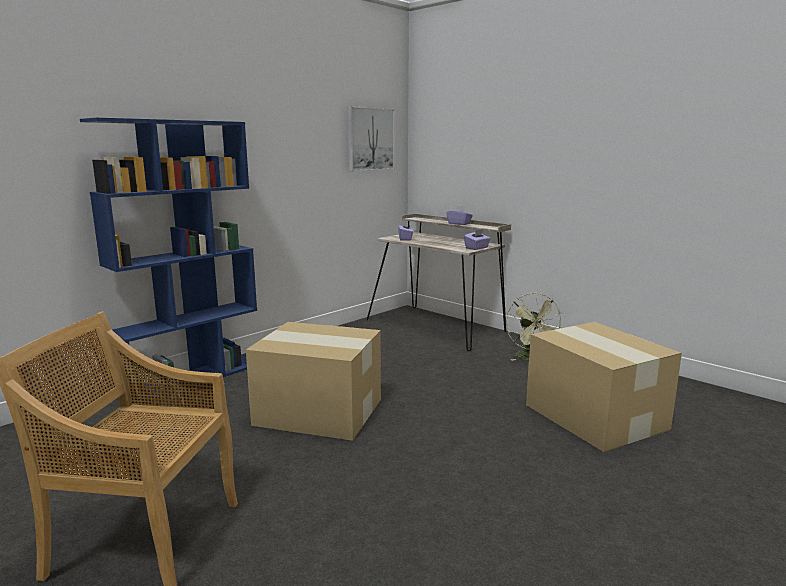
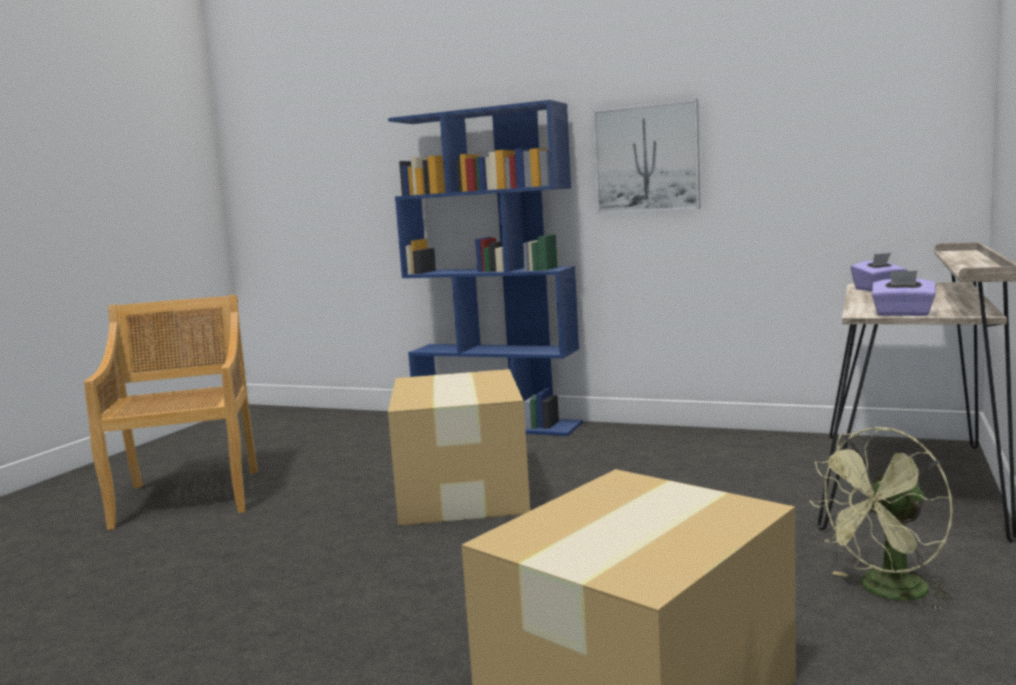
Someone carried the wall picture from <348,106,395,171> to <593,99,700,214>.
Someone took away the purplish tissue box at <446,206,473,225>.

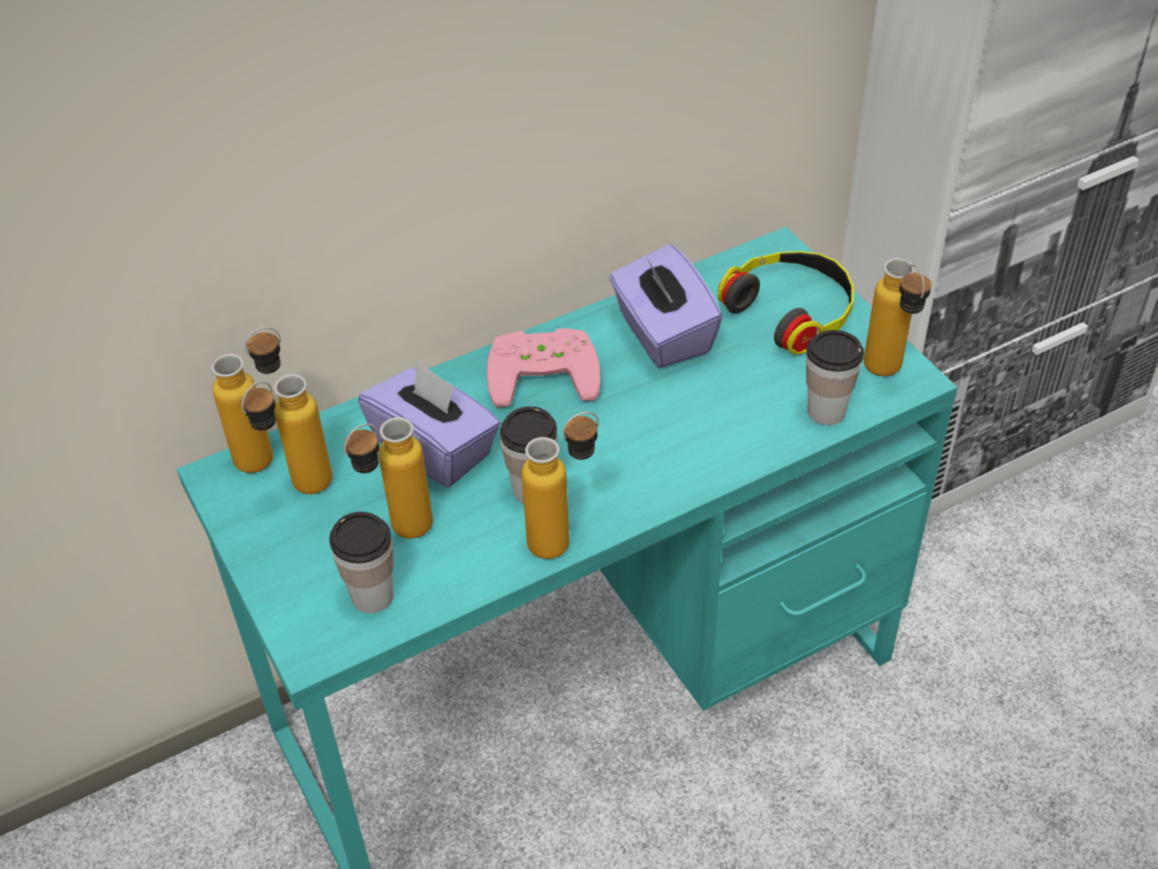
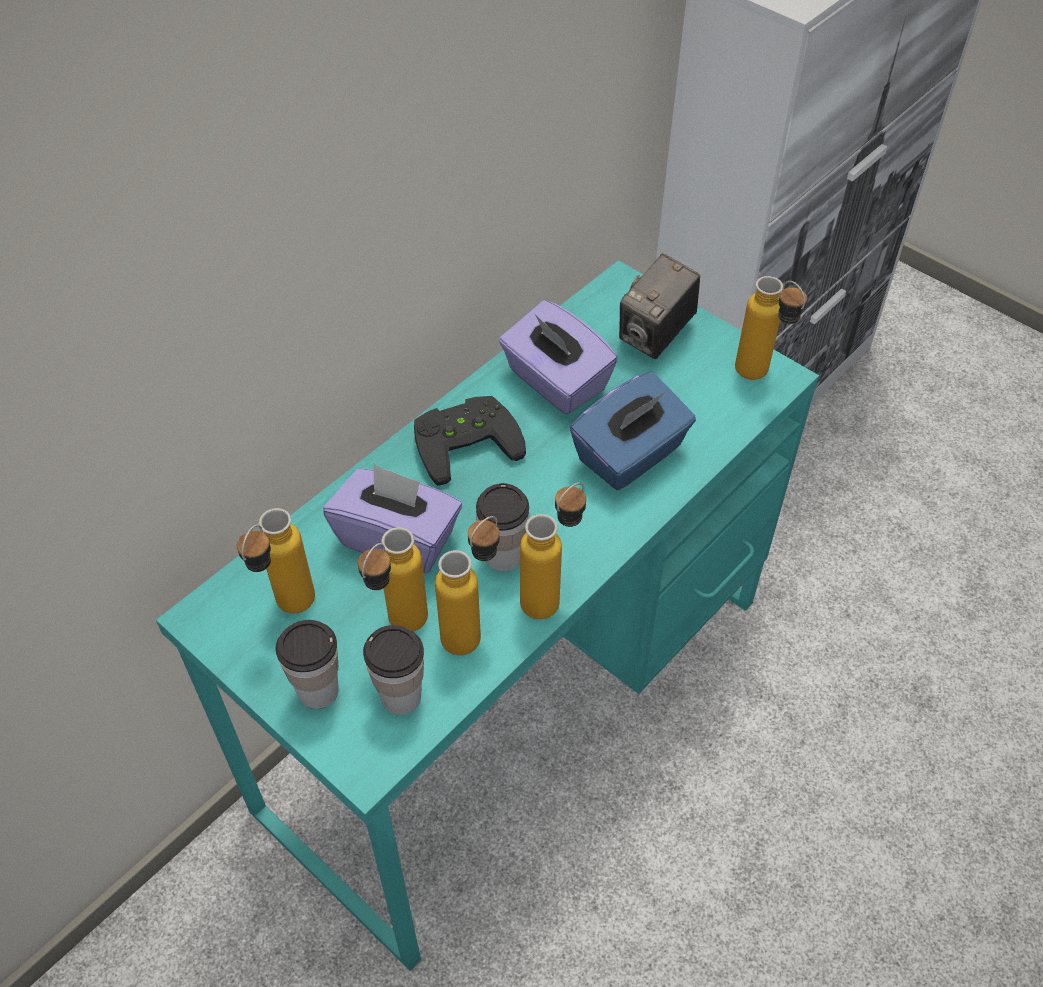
Someone carried the bottle from <211,327,281,473> to <435,516,500,655>.
Someone repainted the pinkish game controller at <487,328,601,407>, which became the black-coloured game controller at <414,396,526,486>.
Someone swapped the headphones at <718,251,854,355> for the photo camera at <619,253,700,359>.
Someone carried the small cup from <806,330,864,425> to <275,620,339,709>.
Someone put down the blue-coloured tissue box at <570,371,696,490>.

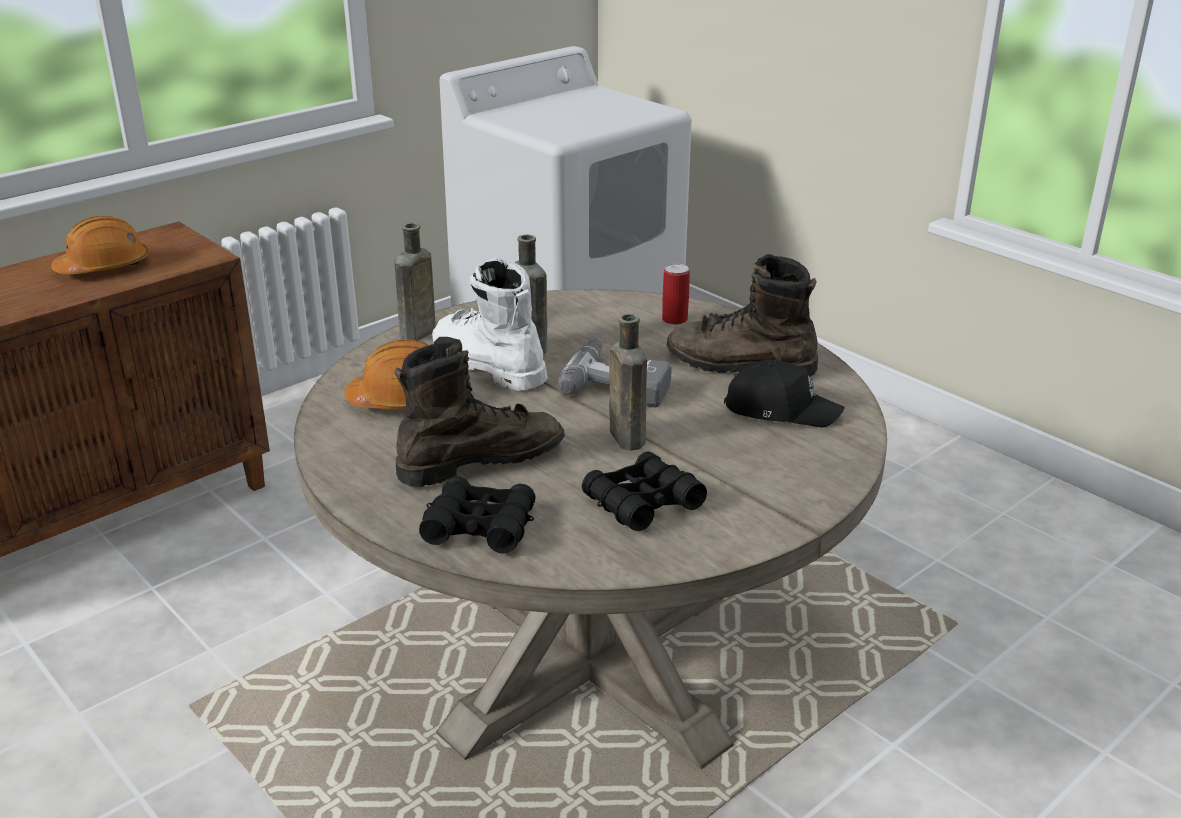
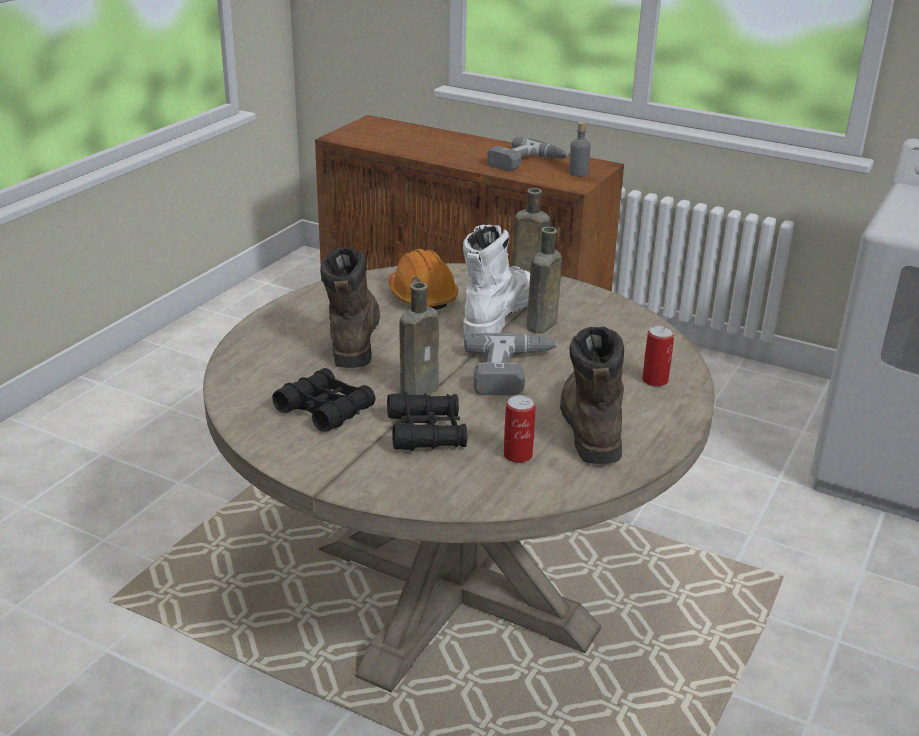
Someone swapped the orange hard hat at <51,216,149,274> for the power drill at <487,137,569,171>.
Someone rotated the brown-coloured tall boot at <395,337,565,487> by 135 degrees counterclockwise.
Someone carried the black-coloured pair of binoculars from <419,476,536,554> to <387,392,467,451>.
Someone swapped the black-coloured peaked cap at <724,359,845,427> for the metal can at <504,395,536,463>.
Someone put down the greyish bottle at <569,122,590,177>.

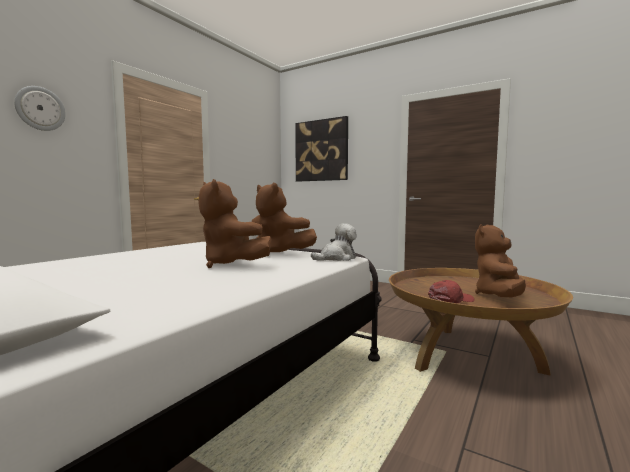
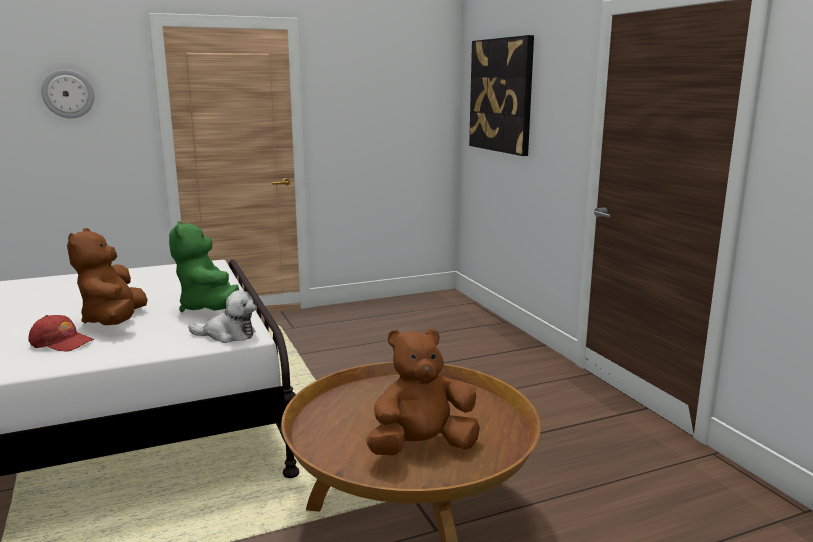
Someone repainted the brown-coloured cuddly toy at <252,183,317,256>, which became the green-coloured cuddly toy at <169,221,239,312>.
Someone carried the red-coloured peaked cap from <428,280,474,303> to <28,315,94,352>.

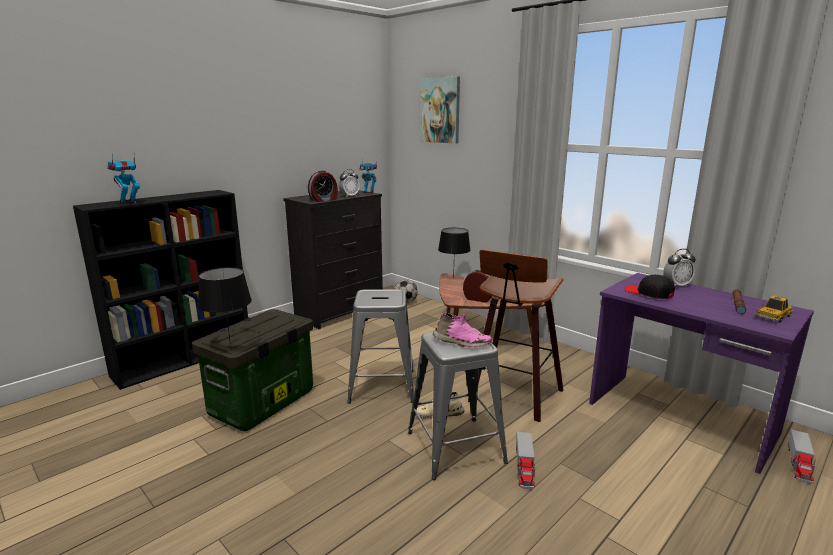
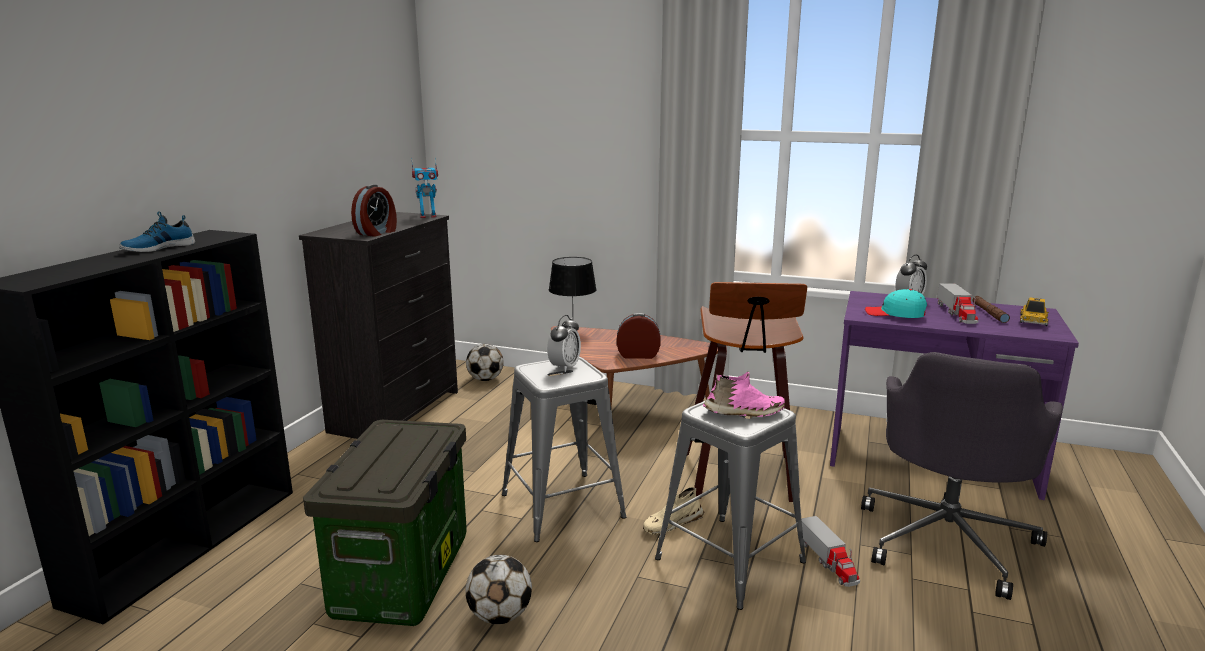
Someone took away the robot figure at <107,152,140,204>.
Someone took away the black-coloured tabletop lamp at <198,267,252,345>.
Someone carried the bedside clock from <339,169,360,198> to <547,315,581,372>.
Someone took away the wall picture at <420,76,460,144>.
Someone repainted the black-coloured peaked cap at <625,275,675,299>, which became the turquoise peaked cap at <865,289,927,318>.
Someone carried the model truck from <788,429,816,484> to <937,283,979,324>.
Someone put down the low shoe at <119,211,195,252>.
Someone put down the football at <465,555,532,624>.
Someone put down the greyish office chair at <861,352,1063,600>.

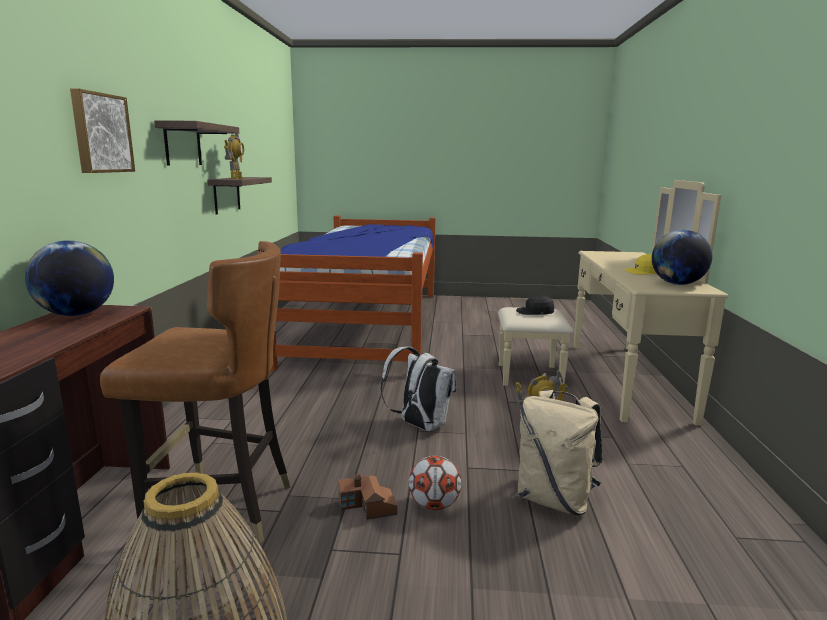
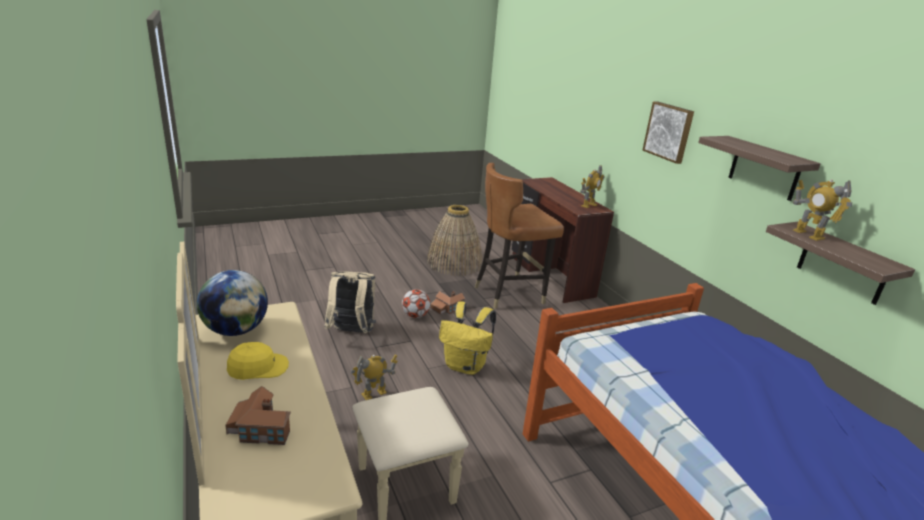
Someone swapped the desk globe at <25,240,114,316> for the robot figure at <580,165,604,208>.
Someone repainted the white-coloured rucksack at <381,347,457,431>, which became the yellow rucksack at <439,301,496,375>.
Someone took away the black-coloured peaked cap at <516,295,554,315>.
Someone put down the model house at <225,386,291,445>.

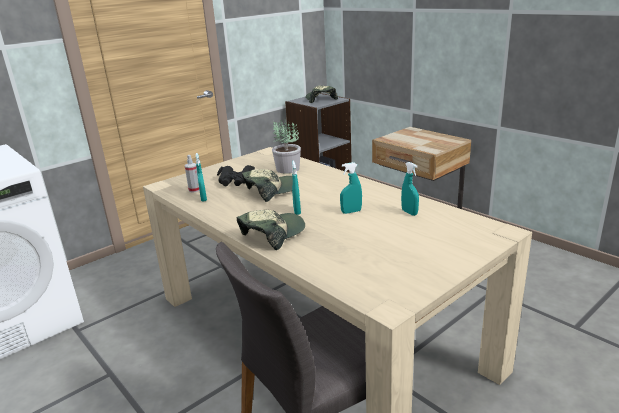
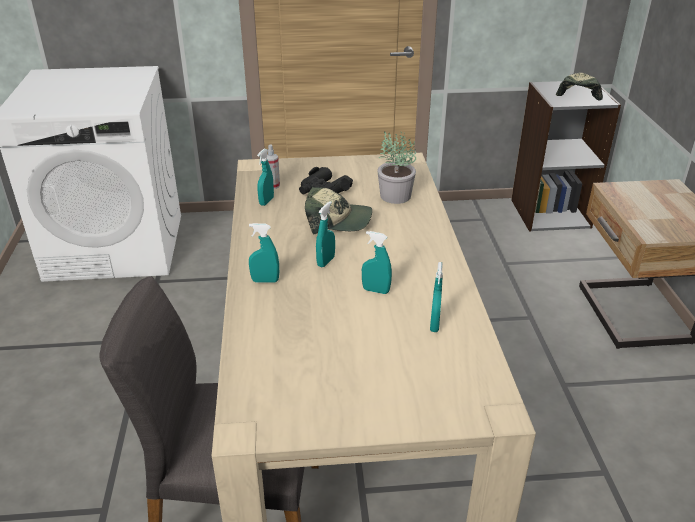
Someone swapped the peaked cap at <237,210,305,250> for the turquoise spray bottle at <249,223,279,283>.

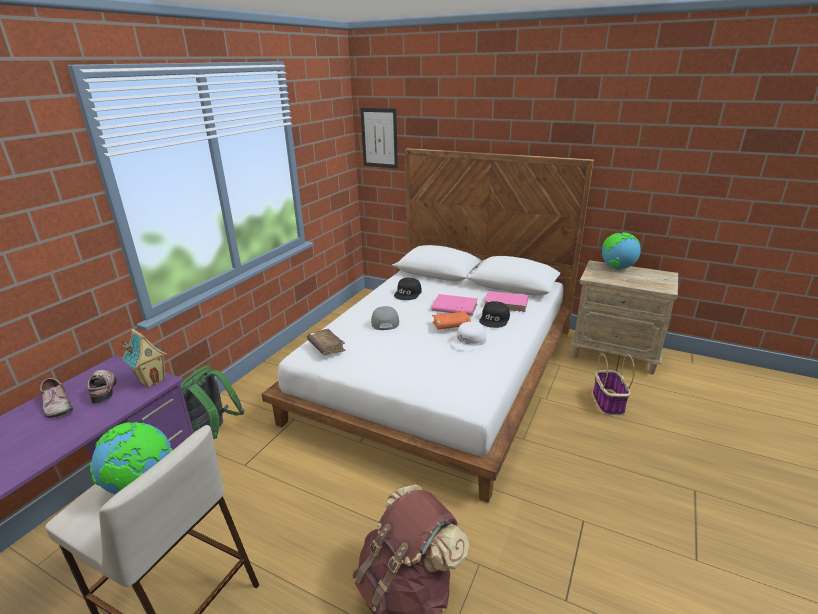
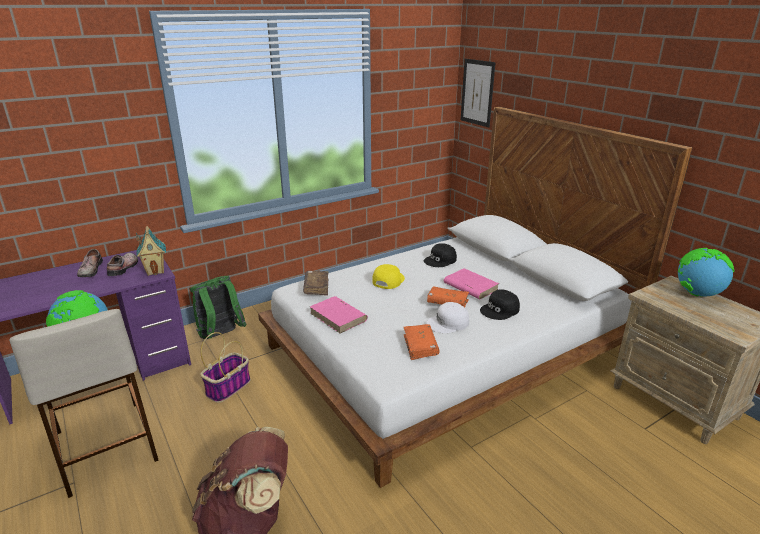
Someone repainted the greyish peaked cap at <371,306,399,330>, which became the yellow peaked cap at <372,264,405,289>.
Someone carried the pinkish book from <484,291,528,312> to <310,296,368,333>.
Someone carried the basket from <593,354,635,415> to <201,332,250,403>.
Someone put down the orange book at <403,324,440,360>.

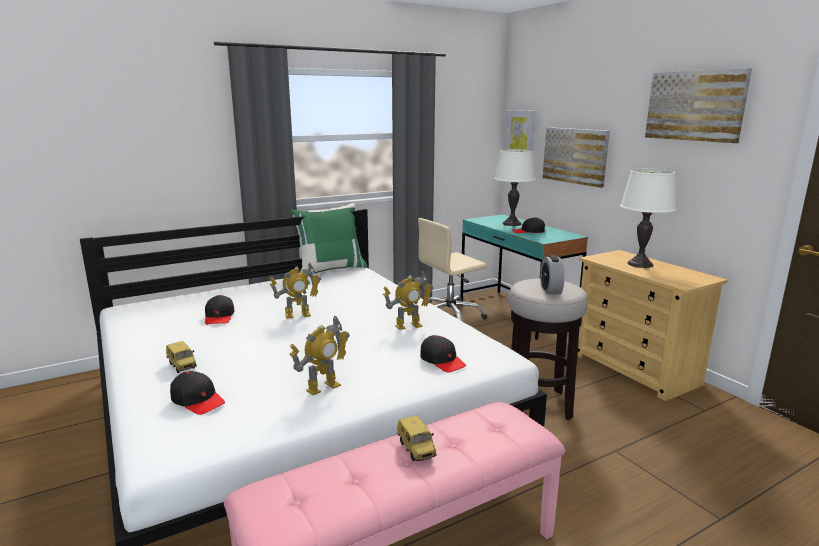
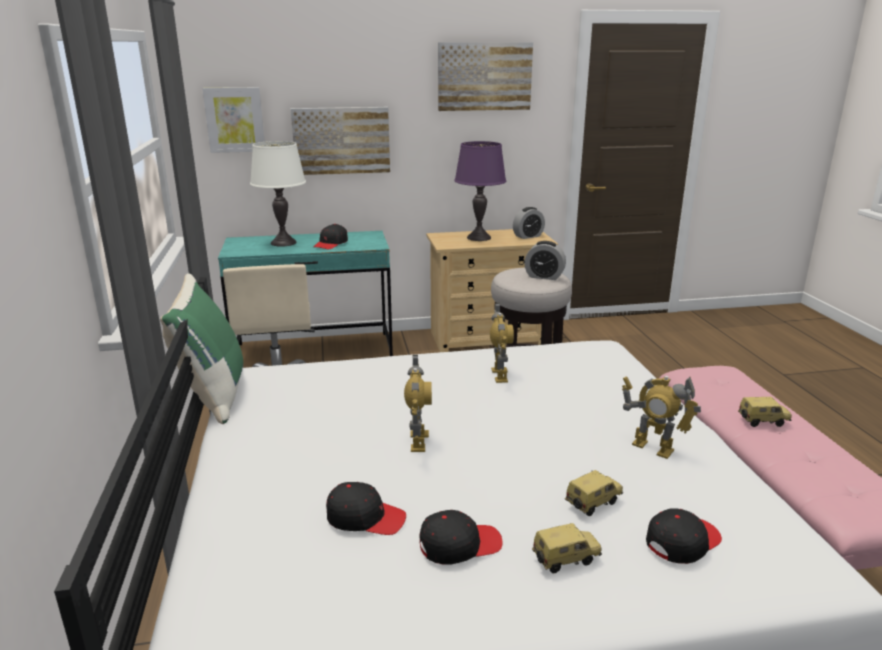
Someone rotated the robot figure at <290,316,350,395> by 150 degrees clockwise.
Someone carried the black-coloured peaked cap from <420,335,466,373> to <419,510,502,565>.
Someone repainted the white-coloured tabletop lamp at <620,169,677,268>, which became the purplish tabletop lamp at <454,141,506,241>.
Someone put down the bedside clock at <513,207,545,239>.
Someone put down the model car at <565,470,623,516>.

